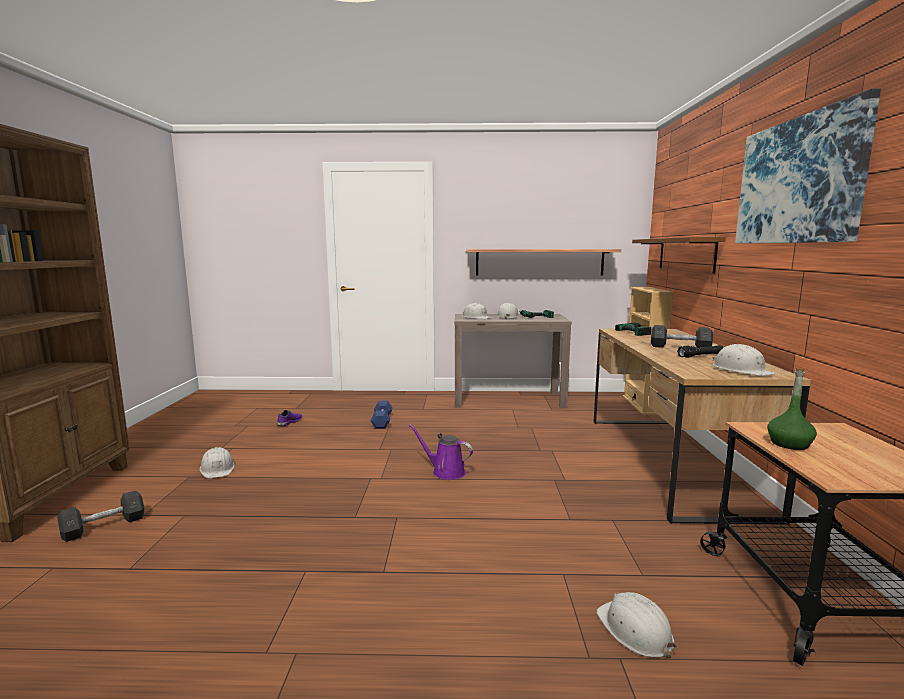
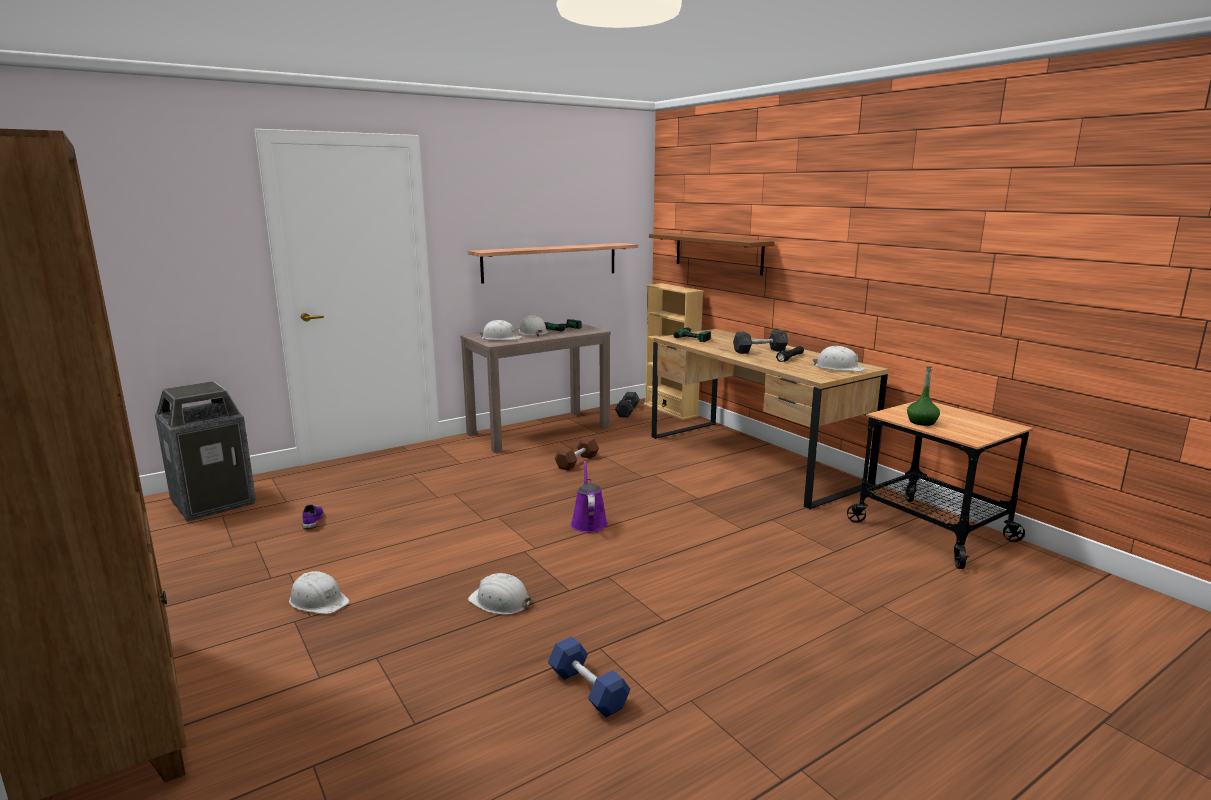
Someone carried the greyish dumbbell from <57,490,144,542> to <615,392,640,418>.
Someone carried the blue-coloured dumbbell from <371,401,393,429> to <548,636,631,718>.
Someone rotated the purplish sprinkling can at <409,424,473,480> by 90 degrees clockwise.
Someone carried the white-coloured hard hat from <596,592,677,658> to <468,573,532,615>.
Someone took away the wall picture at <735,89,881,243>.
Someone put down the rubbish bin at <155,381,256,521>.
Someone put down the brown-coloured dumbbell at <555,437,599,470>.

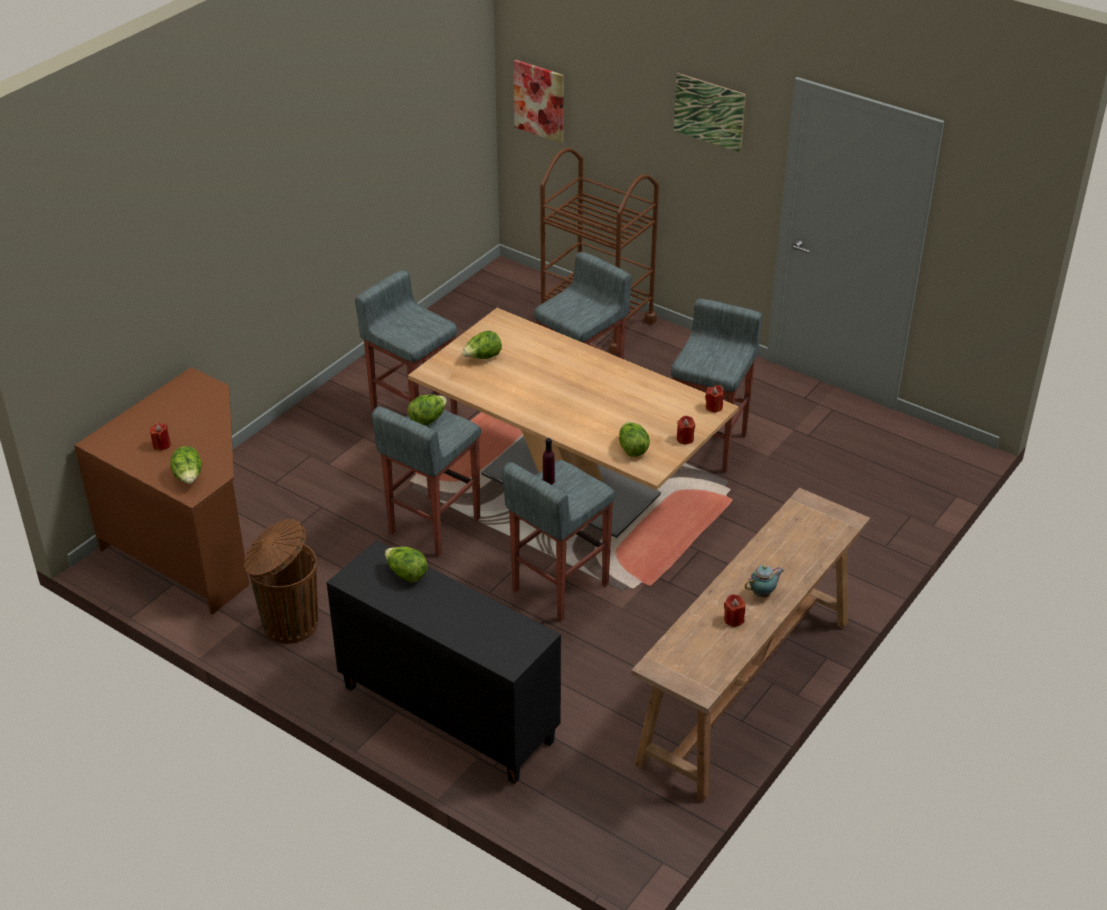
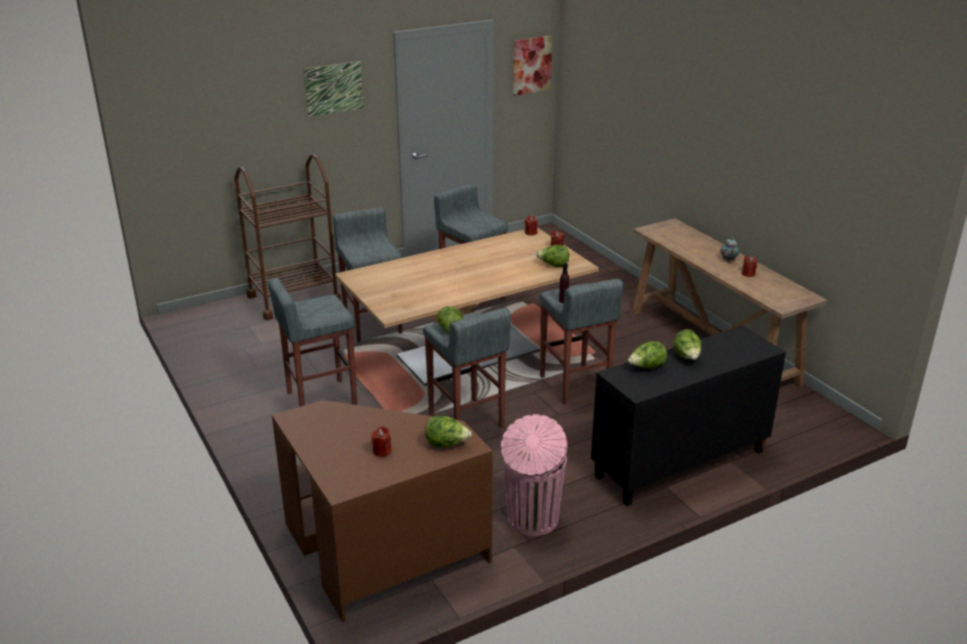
Someone repainted the brown-coloured rubbish bin at <244,519,318,644>, which became the pinkish rubbish bin at <501,414,568,536>.
Someone carried the lettuce from <462,331,502,359> to <673,329,702,360>.
Someone carried the wall picture from <513,60,564,143> to <513,36,552,96>.

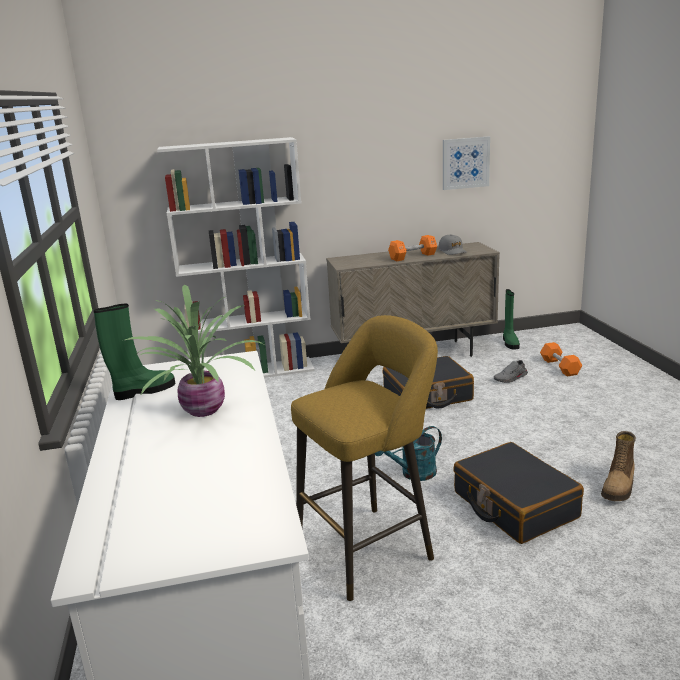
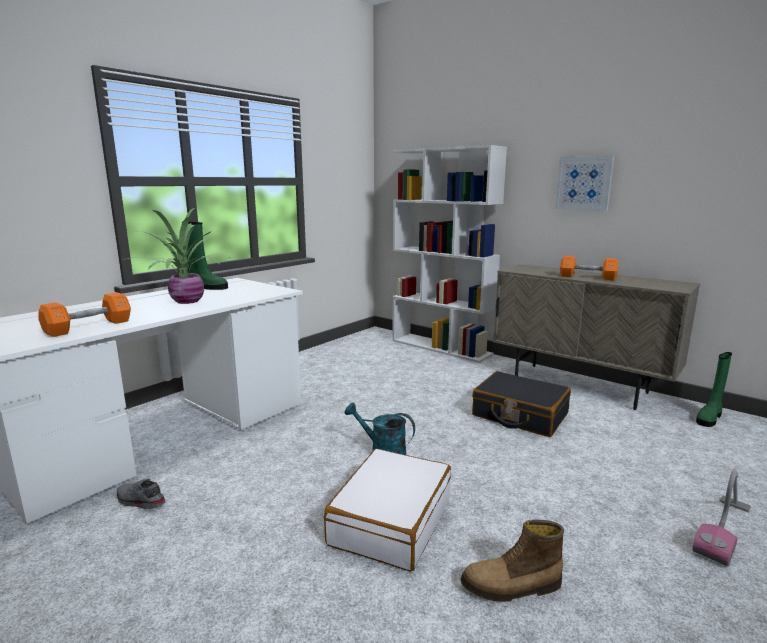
Someone took away the yellow stool seat at <291,315,438,601>.
Someone took away the greyish peaked cap at <438,234,467,255>.
Someone carried the wall picture from <443,136,490,190> to <555,156,614,211>.
Someone repainted the black-coloured suitcase at <453,442,584,544>, which became the white-coloured suitcase at <324,449,451,572>.
Someone carried the greyish low shoe from <494,360,528,383> to <117,479,166,509>.
Someone carried the orange dumbbell from <540,342,583,376> to <38,292,131,337>.
Someone put down the vacuum at <692,470,751,566>.

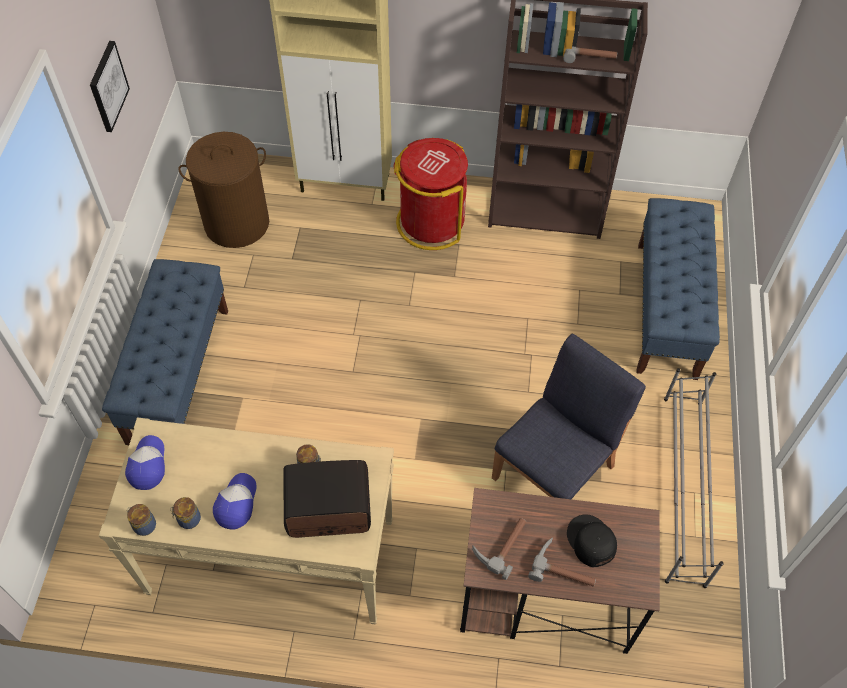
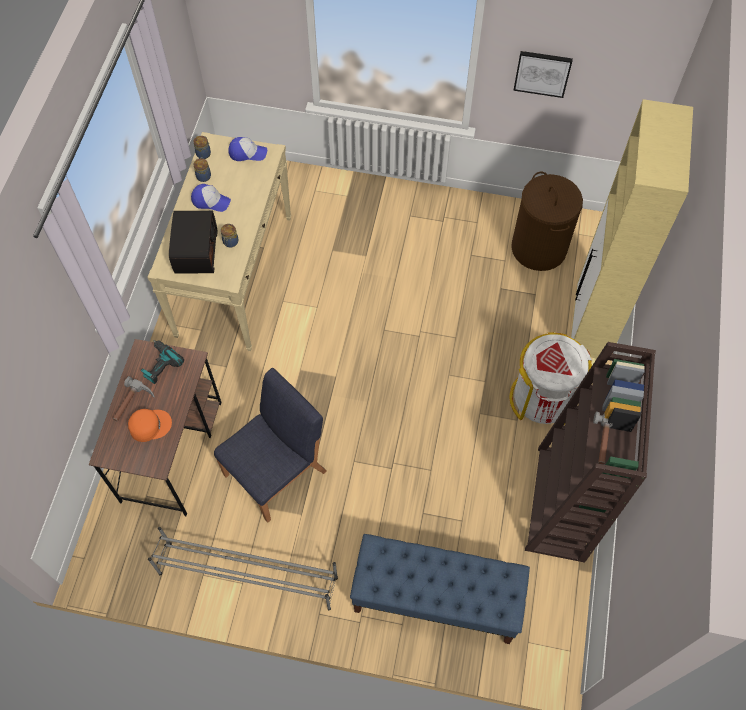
Someone took away the blue-coloured long seat at <102,259,228,445>.
Someone repainted the red-coloured rubbish bin at <394,138,468,250>, which became the white-coloured rubbish bin at <510,332,592,425>.
Someone swapped the hammer at <472,518,526,580> for the power drill at <141,340,184,384>.
Someone rotated the blue-coloured chair at <492,333,646,499> by 90 degrees counterclockwise.
Someone repainted the black-coloured peaked cap at <567,514,617,567>, which became the orange peaked cap at <128,409,172,442>.

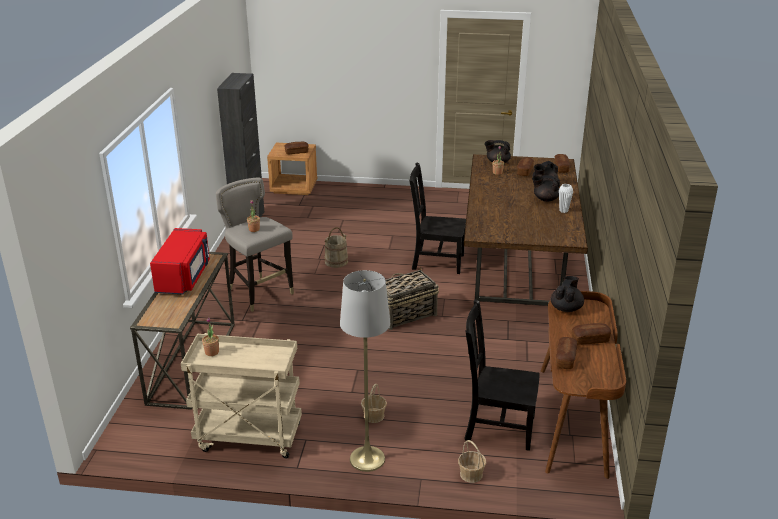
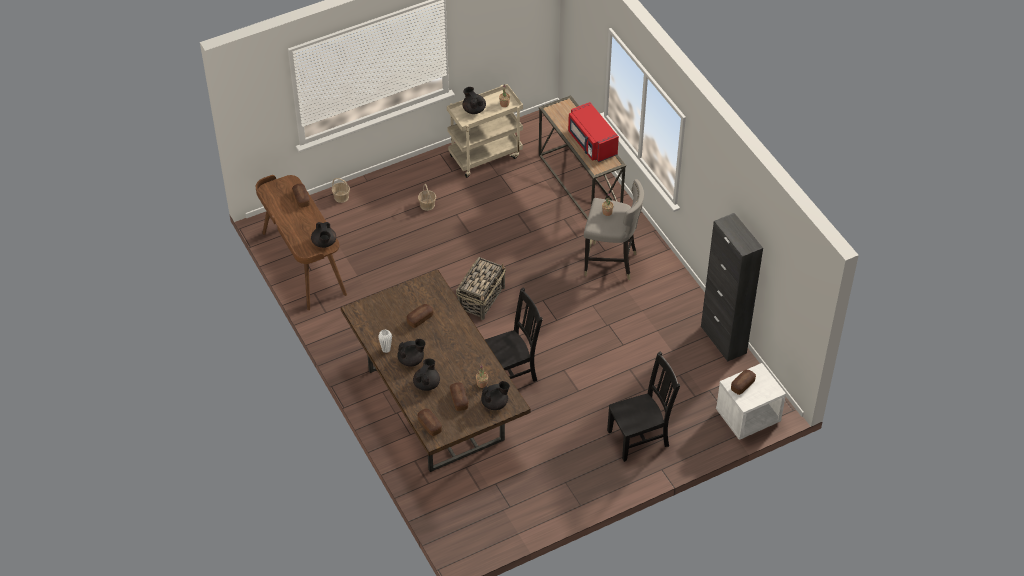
Someone repainted the brown-coloured bedside table at <267,143,317,195>, which became the white-coloured bedside table at <716,363,786,440>.
Someone took away the beige bucket at <324,227,348,268>.
Someone took away the greyish standing lamp at <340,270,390,472>.
Someone carried the black-coloured chair from <465,299,540,451> to <607,351,680,462>.
Someone carried the bakery bread from <572,323,611,345> to <406,304,433,328>.
Someone put down the black-coloured teapot at <462,87,486,114>.

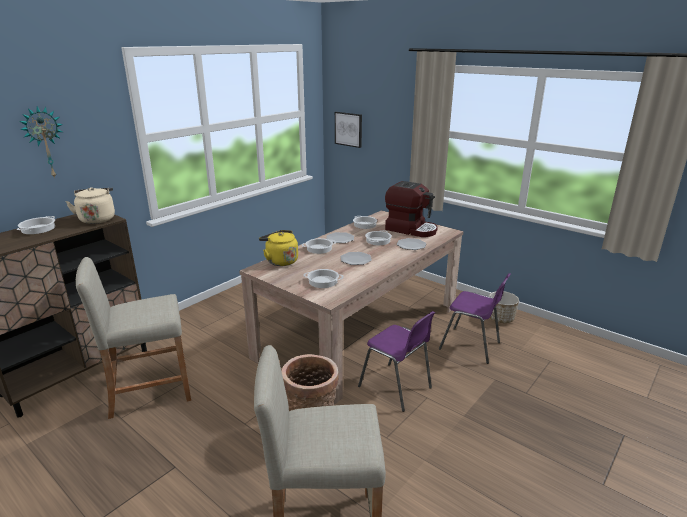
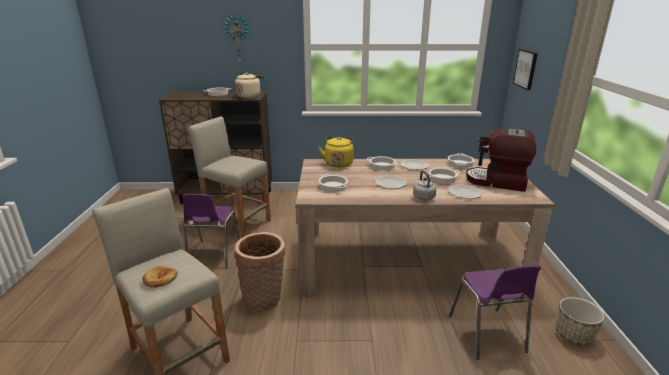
Someone carried the purplish chair from <358,311,435,412> to <182,194,240,268>.
Someone rotated the coffee brewer at <385,181,438,237> by 120 degrees clockwise.
Someone put down the bakery bread at <142,266,178,288>.
Someone put down the greyish tea kettle at <413,171,436,201>.

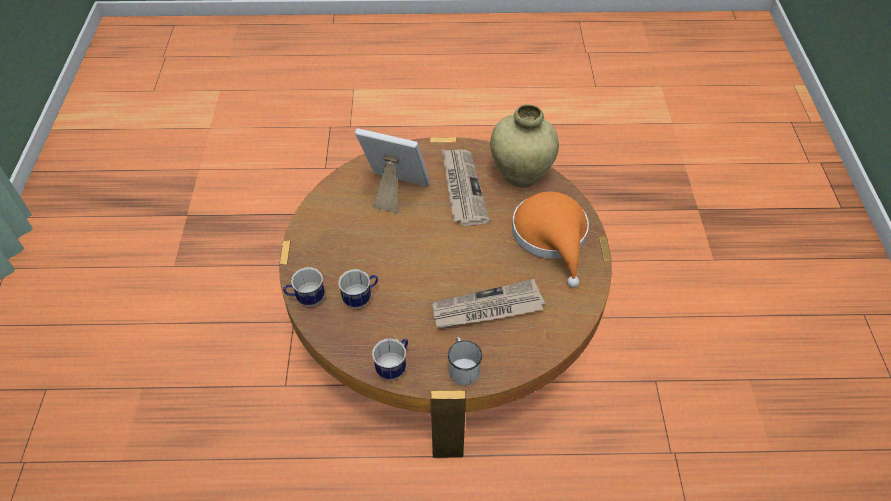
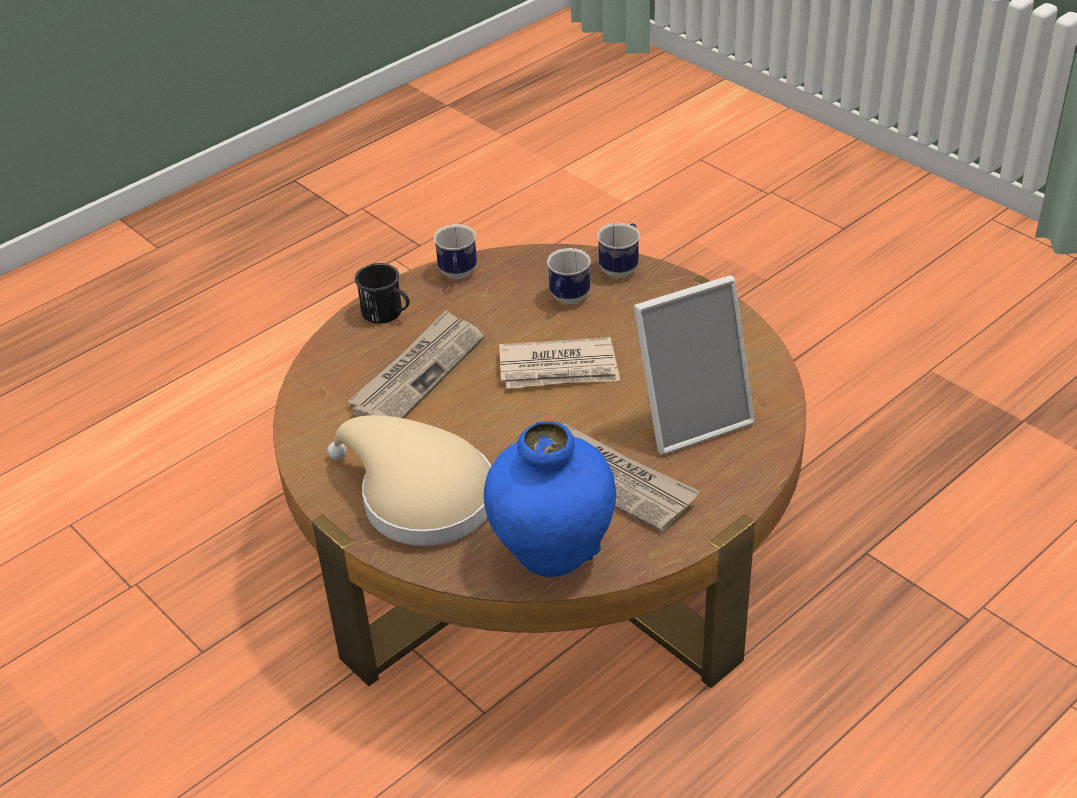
Someone repainted the white-coloured mug at <448,337,482,385>, which became the black-coloured mug at <355,263,409,323>.
Someone repainted the beige flower vase at <490,104,559,188>, which became the blue-coloured flower vase at <484,421,616,577>.
Someone repainted the orange hat at <512,191,589,288>, which became the beige hat at <327,415,491,546>.
Someone put down the daily paper at <499,337,620,389>.

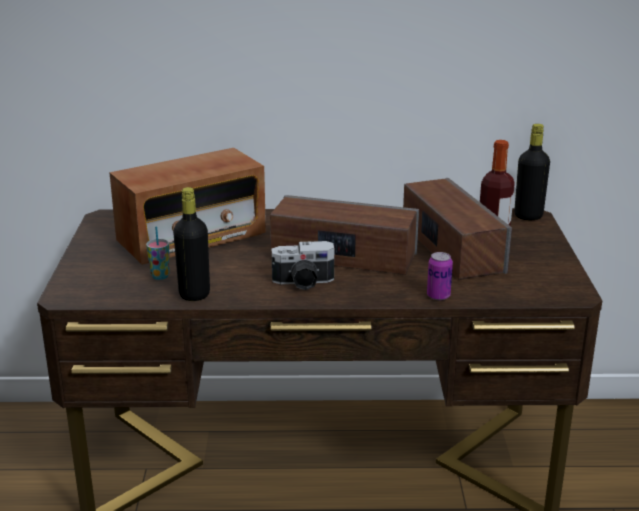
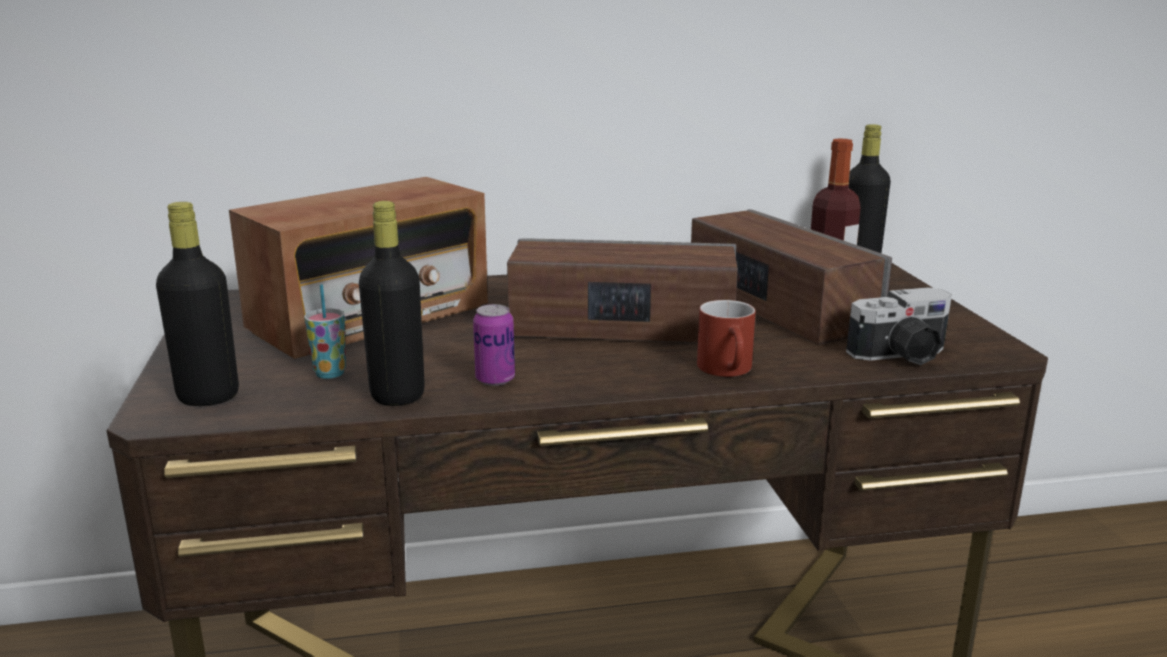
Someone carried the photo camera from <271,241,334,290> to <846,287,952,365>.
Someone carried the metal can from <427,252,453,300> to <473,304,515,386>.
Someone put down the black-coloured bottle at <156,202,239,406>.
Someone put down the red-coloured mug at <697,300,756,377>.

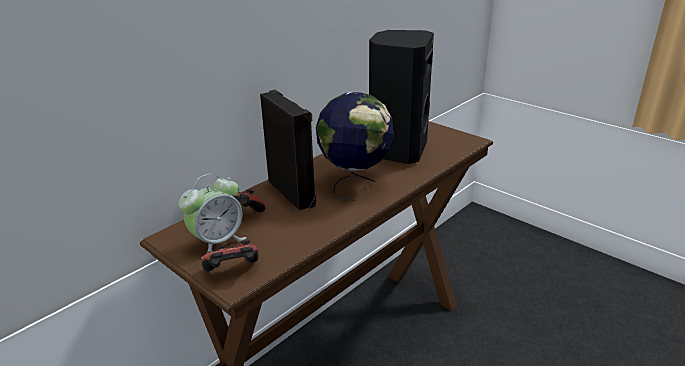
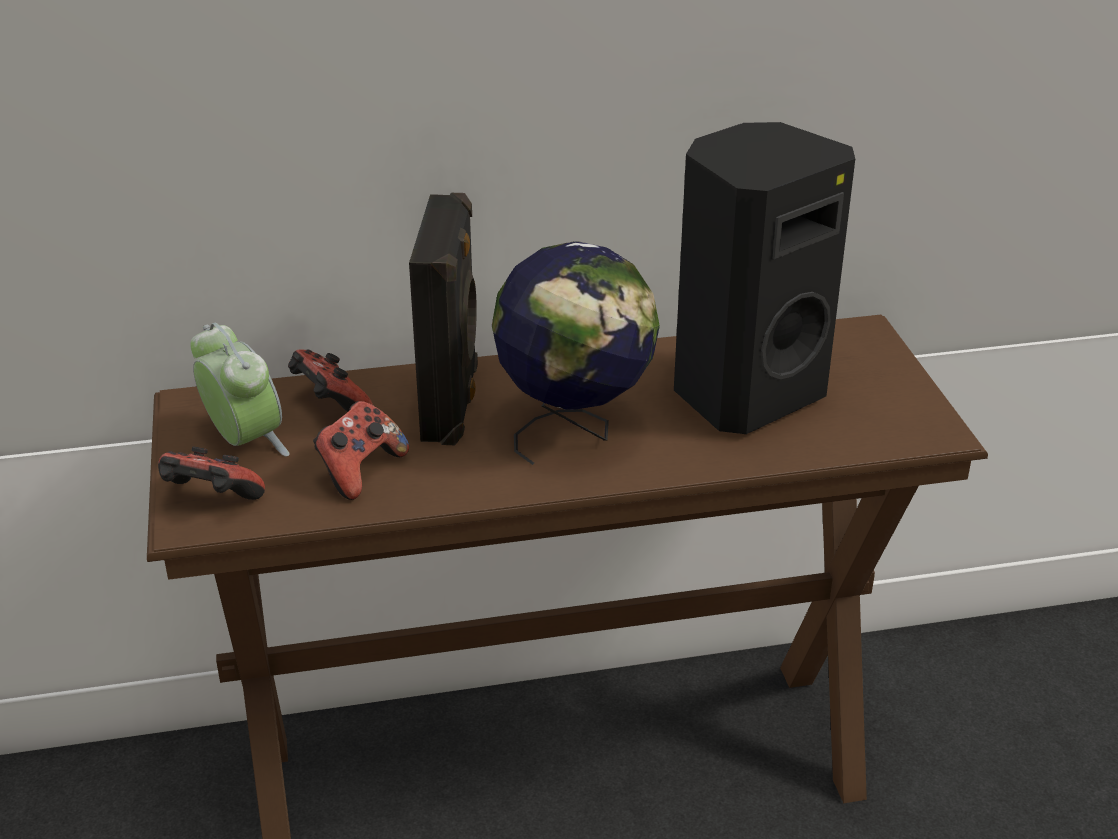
Someone rotated the bedside clock at <179,174,247,259> by 120 degrees counterclockwise.
Someone put down the game controller at <313,401,409,500>.

